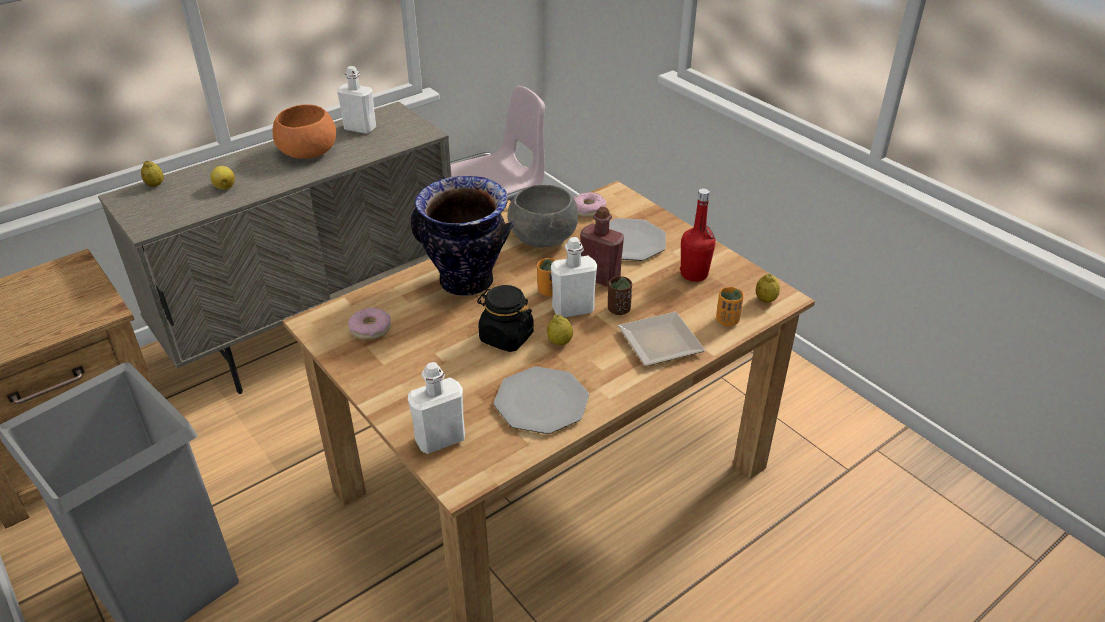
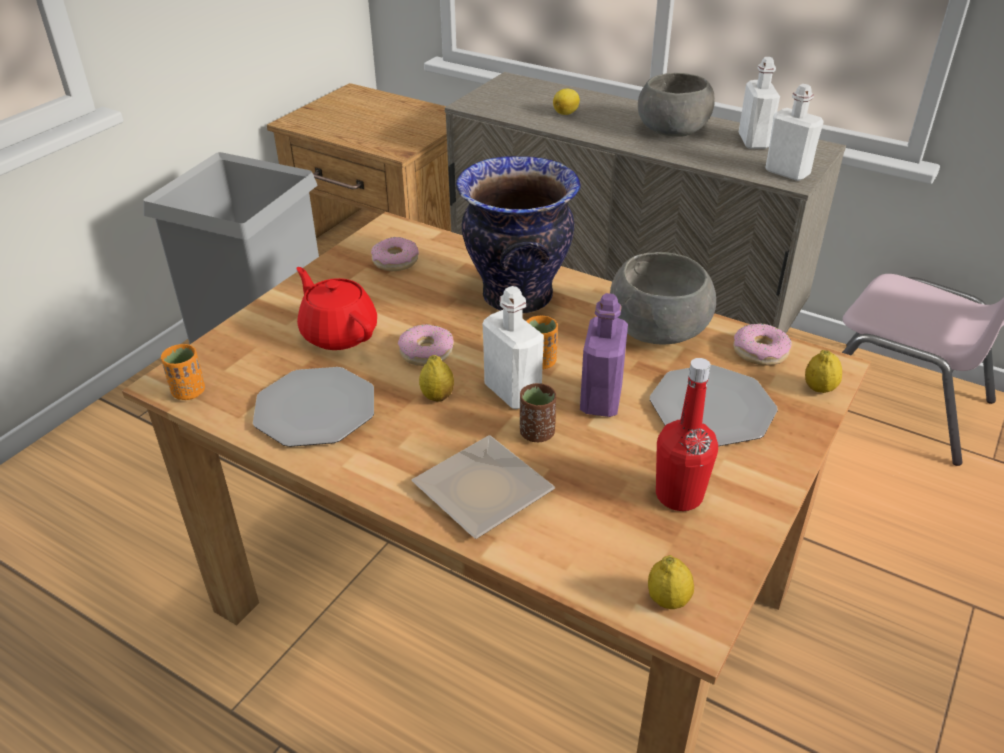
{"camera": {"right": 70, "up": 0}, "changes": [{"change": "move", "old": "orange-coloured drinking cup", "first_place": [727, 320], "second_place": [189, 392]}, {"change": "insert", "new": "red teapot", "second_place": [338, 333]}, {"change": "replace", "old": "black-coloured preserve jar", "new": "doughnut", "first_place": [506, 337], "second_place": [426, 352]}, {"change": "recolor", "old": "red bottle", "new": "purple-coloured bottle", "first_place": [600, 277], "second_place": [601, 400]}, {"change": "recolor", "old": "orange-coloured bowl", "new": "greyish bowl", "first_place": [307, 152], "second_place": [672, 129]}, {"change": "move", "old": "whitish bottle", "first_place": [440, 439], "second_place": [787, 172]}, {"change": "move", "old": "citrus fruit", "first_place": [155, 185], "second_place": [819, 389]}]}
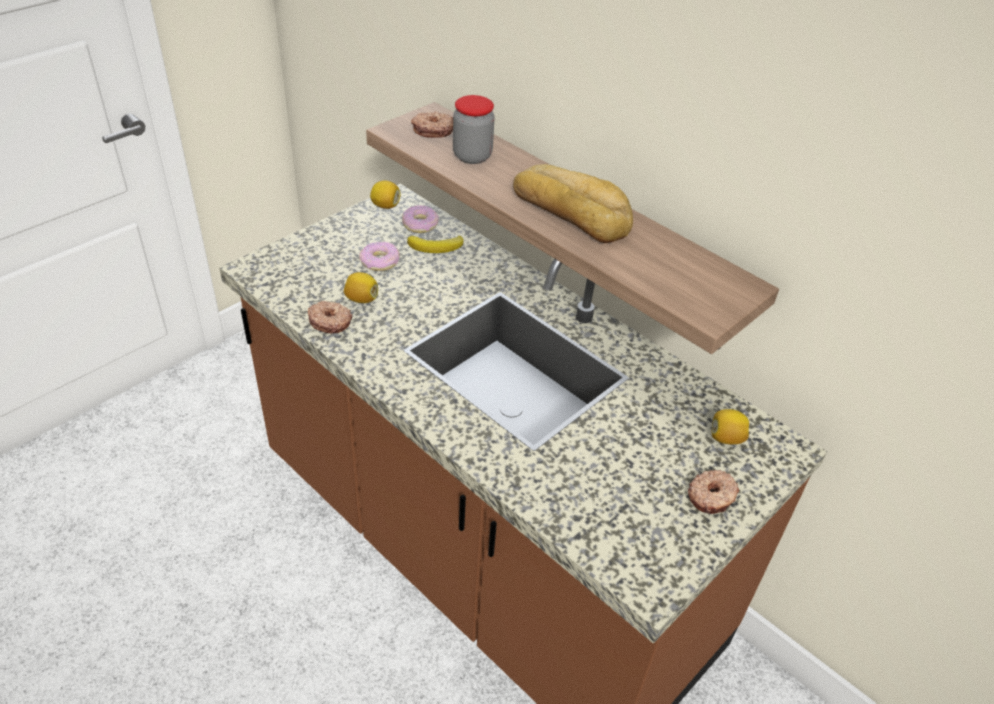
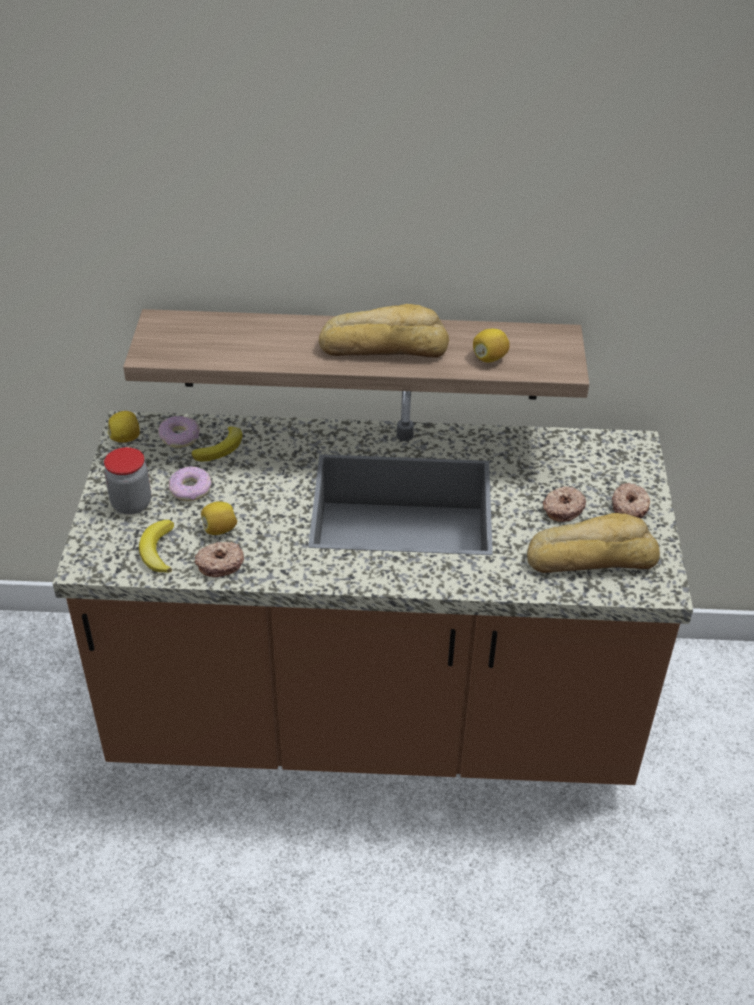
{"camera": {"right": -40, "up": 0}, "changes": [{"change": "move", "old": "preserve jar", "first_place": [472, 156], "second_place": [131, 504]}, {"change": "insert", "new": "whole banana", "second_place": [157, 550]}, {"change": "move", "old": "citrus fruit", "first_place": [726, 438], "second_place": [489, 358]}, {"change": "insert", "new": "bread", "second_place": [590, 556]}, {"change": "move", "old": "doughnut", "first_place": [433, 130], "second_place": [562, 509]}]}
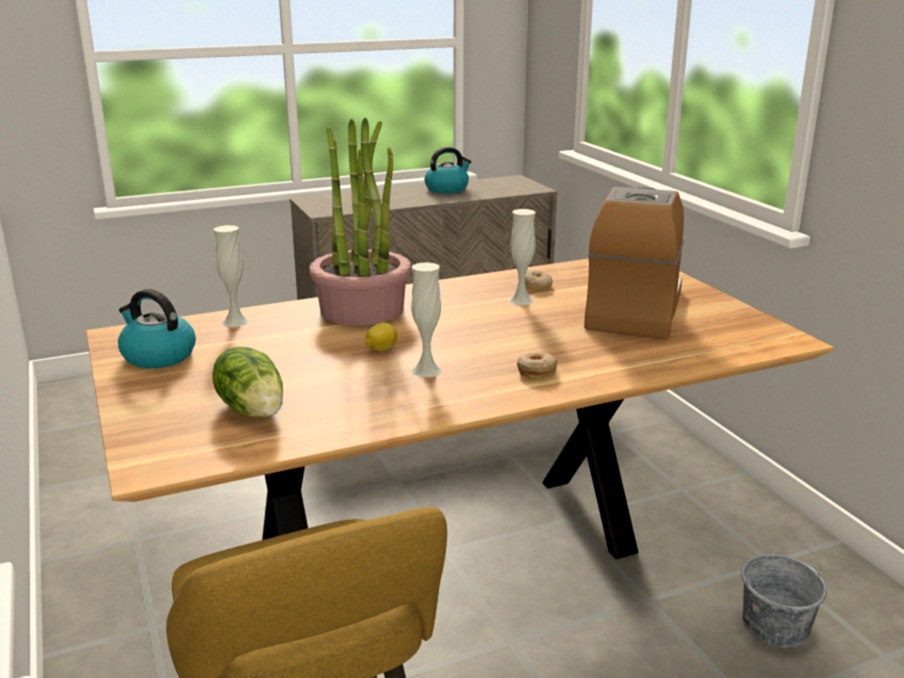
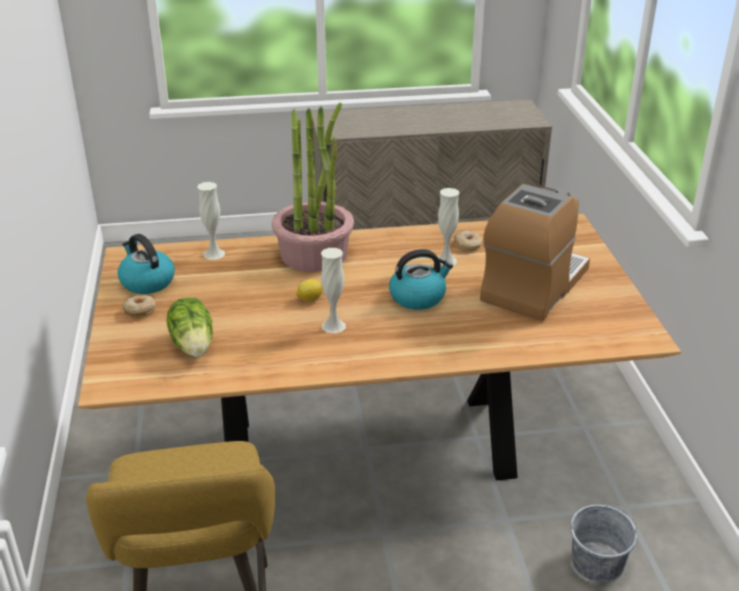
{"camera": {"right": 15, "up": 10}, "changes": [{"change": "move", "old": "doughnut", "first_place": [536, 371], "second_place": [140, 311]}, {"change": "move", "old": "water kettle", "first_place": [447, 189], "second_place": [418, 297]}]}
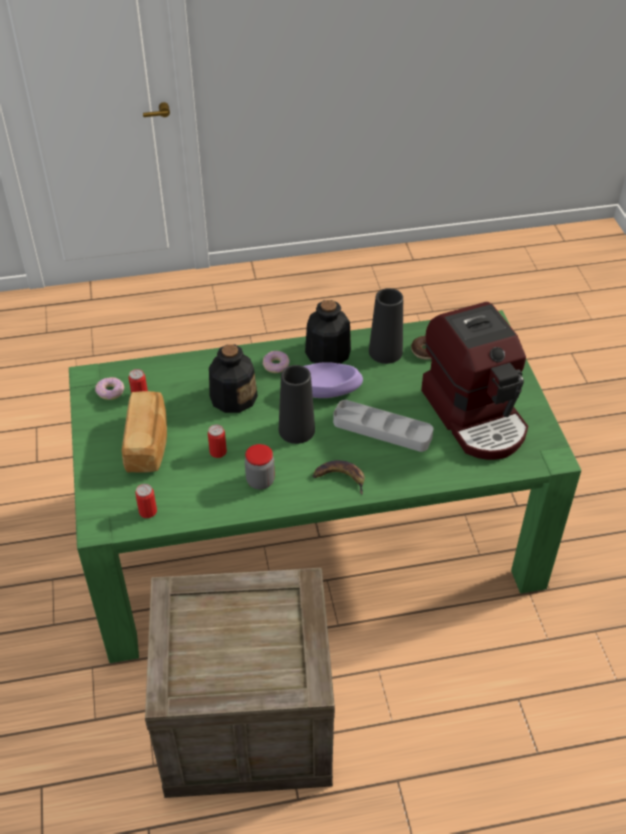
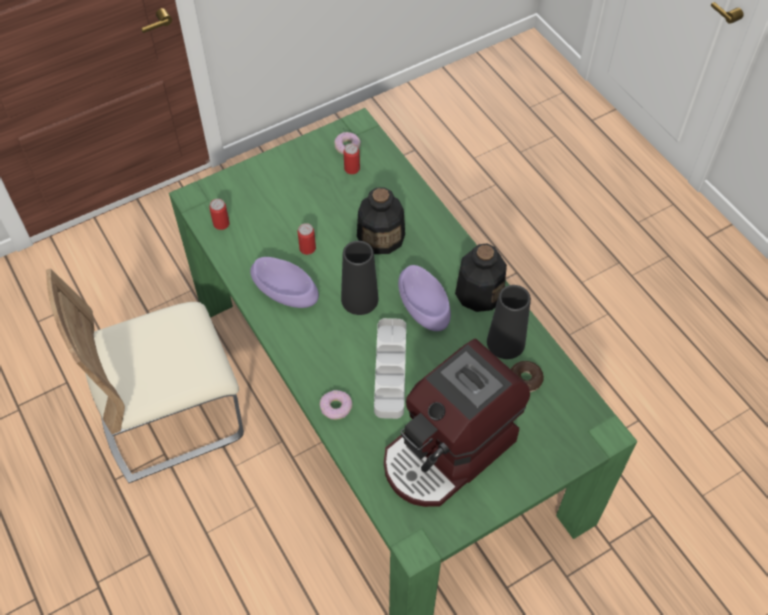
{"camera": {"right": 70, "up": 10}, "changes": [{"change": "replace", "old": "shipping crate", "new": "sand-coloured chair", "first_place": [244, 723], "second_place": [171, 416]}, {"change": "replace", "old": "preserve jar", "new": "purple-coloured bowl", "first_place": [260, 481], "second_place": [285, 291]}, {"change": "move", "old": "doughnut", "first_place": [276, 365], "second_place": [336, 407]}, {"change": "delete", "old": "bread", "first_place": [148, 444]}, {"change": "delete", "old": "whole banana", "first_place": [341, 478]}]}
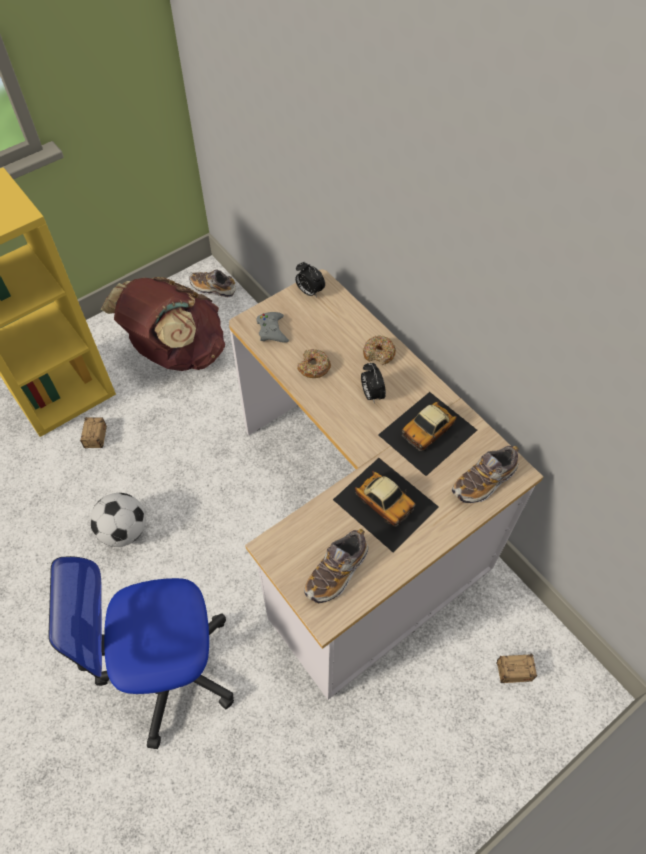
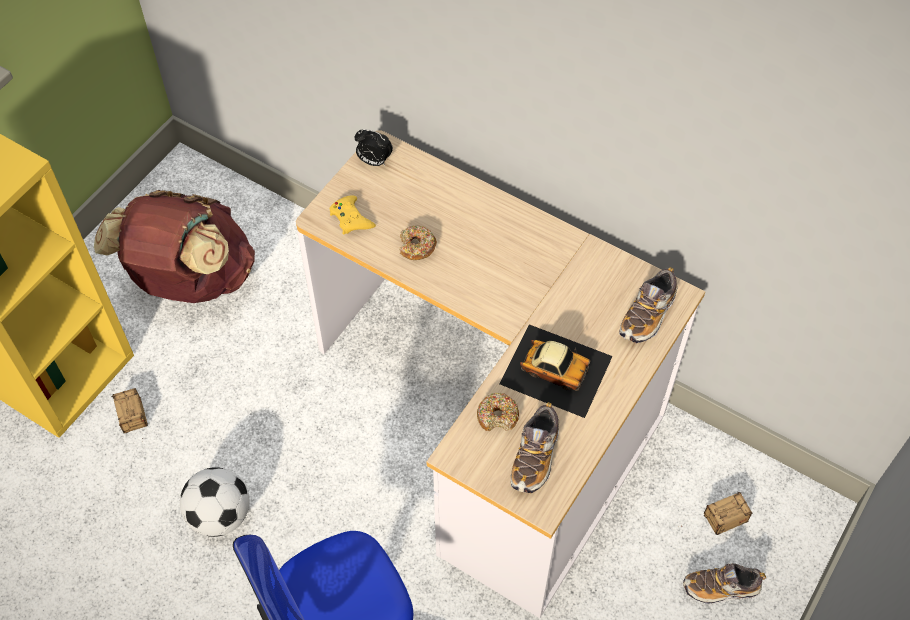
{"camera": {"right": -20, "up": 0}, "changes": [{"change": "recolor", "old": "greyish gamepad", "new": "yellowish gamepad", "first_place": [272, 330], "second_place": [351, 218]}, {"change": "move", "old": "doughnut", "first_place": [379, 354], "second_place": [497, 416]}, {"change": "move", "old": "item of footwear", "first_place": [213, 288], "second_place": [721, 588]}, {"change": "delete", "old": "bedside clock", "first_place": [371, 394]}, {"change": "delete", "old": "toy car", "first_place": [428, 432]}]}
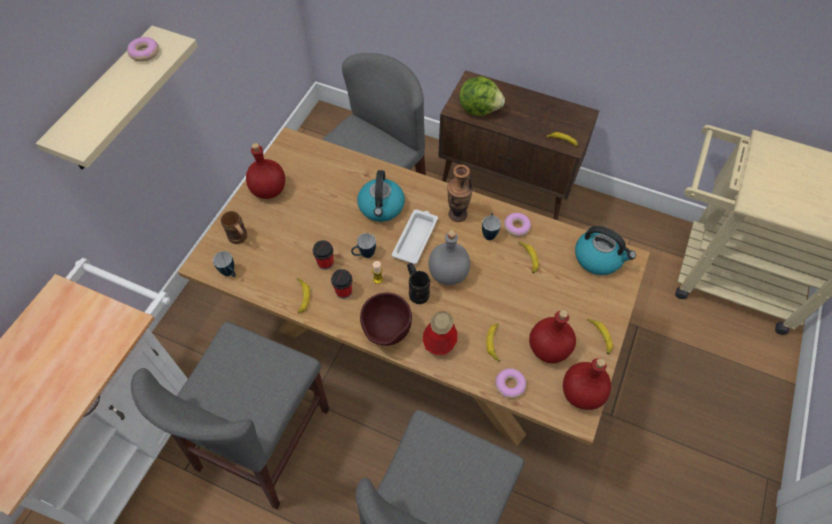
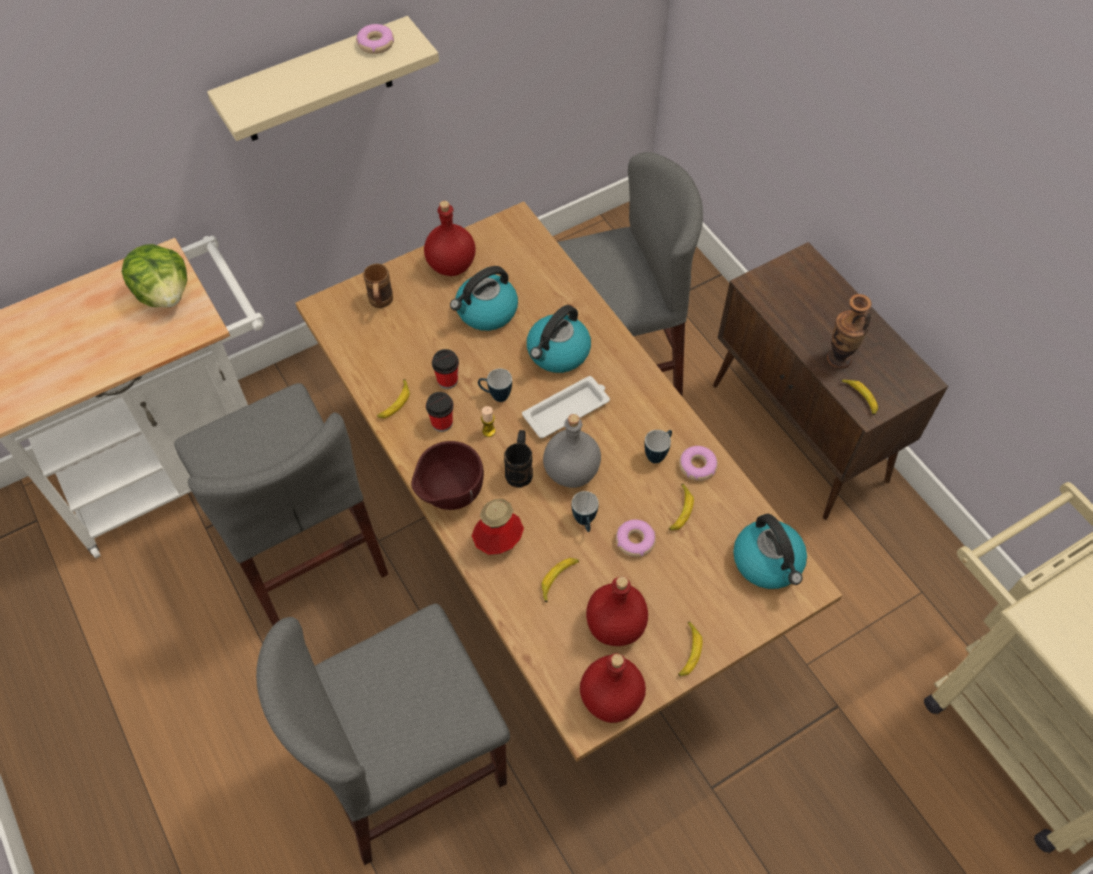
{"camera": {"right": 35, "up": 0}, "changes": [{"change": "move", "old": "lettuce head", "first_place": [479, 108], "second_place": [165, 294]}, {"change": "rotate", "old": "greyish chair", "first_place": [264, 438], "second_place": [303, 548], "degrees": -90}, {"change": "insert", "new": "water kettle", "second_place": [486, 312]}, {"change": "move", "old": "tea mug", "first_place": [230, 274], "second_place": [585, 523]}, {"change": "move", "old": "doughnut", "first_place": [510, 385], "second_place": [635, 540]}, {"change": "move", "old": "flower vase", "first_place": [457, 214], "second_place": [839, 358]}]}
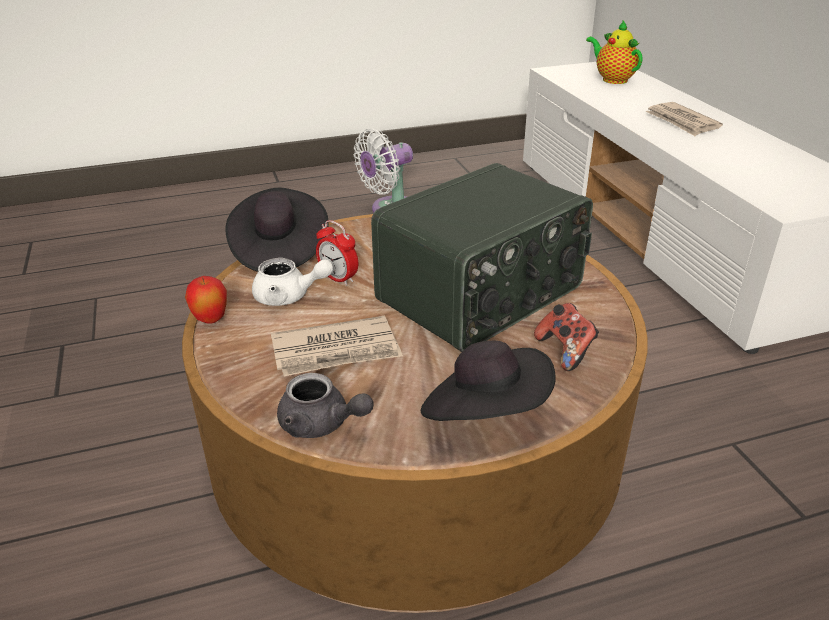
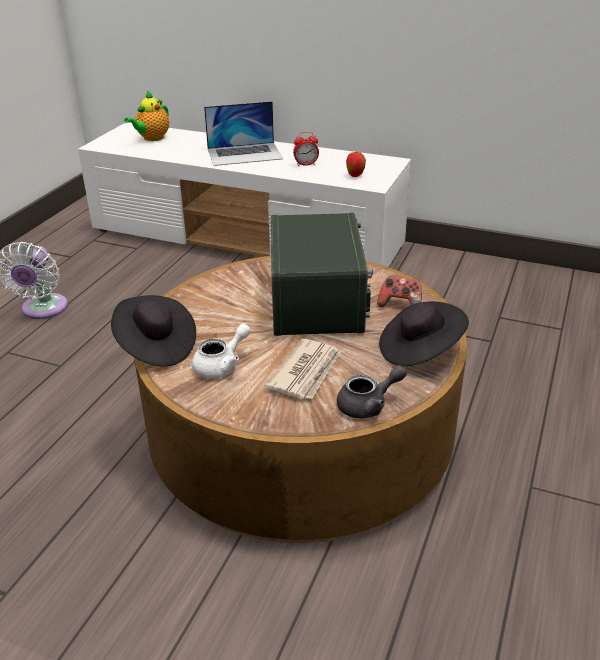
{"camera": {"right": -50, "up": 0}, "changes": [{"change": "rotate", "old": "teapot", "first_place": [612, 79], "second_place": [152, 138], "degrees": -60}, {"change": "replace", "old": "daily paper", "new": "laptop", "first_place": [682, 122], "second_place": [245, 154]}, {"change": "move", "old": "bedside clock", "first_place": [338, 278], "second_place": [306, 164]}, {"change": "move", "old": "apple", "first_place": [211, 320], "second_place": [355, 176]}]}
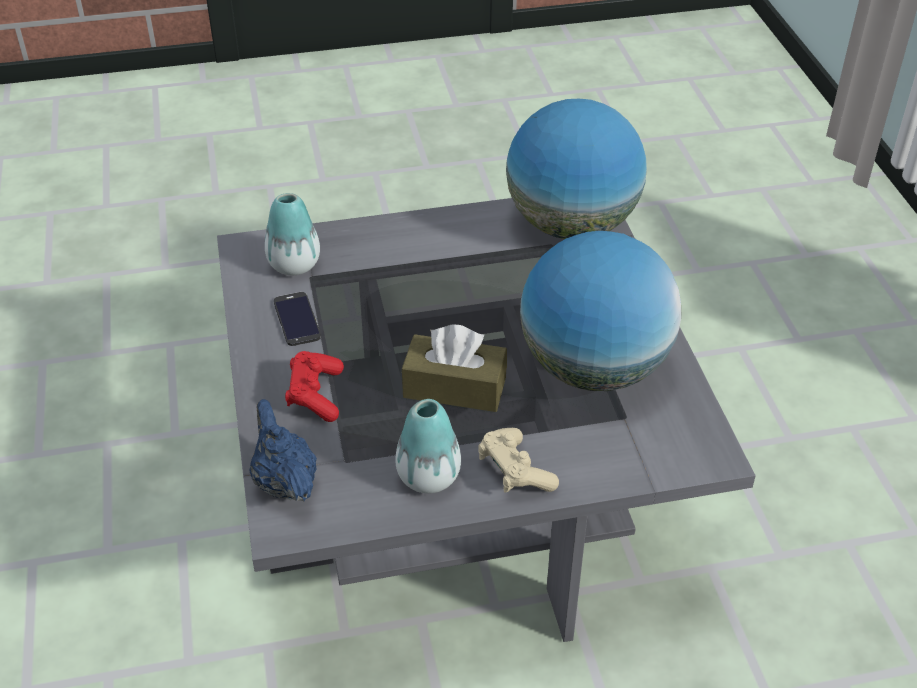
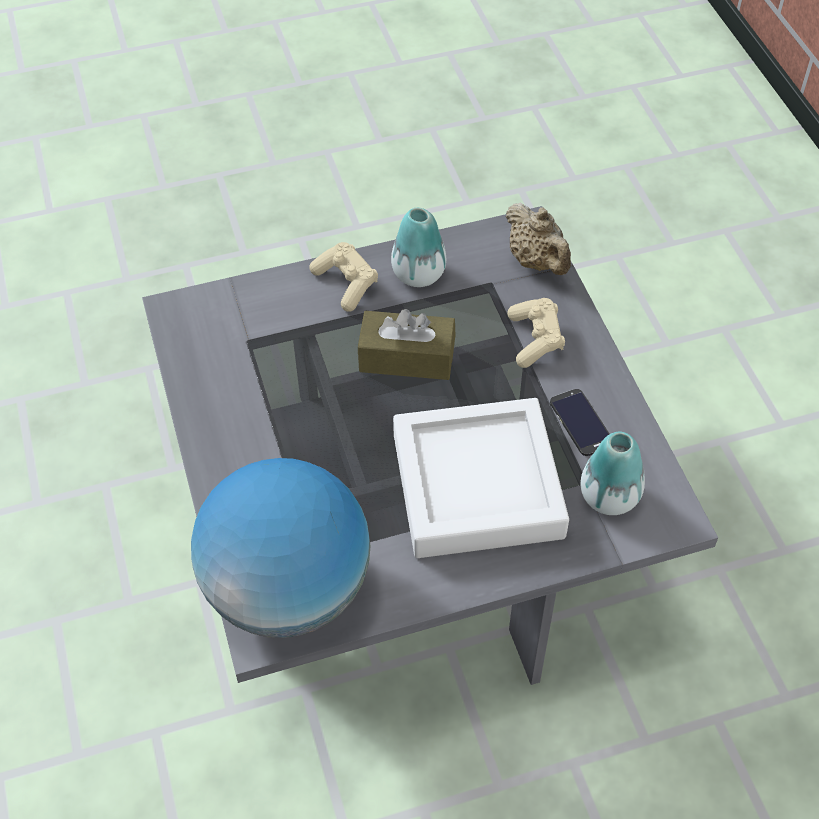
{"camera": {"right": 175, "up": 10}, "changes": [{"change": "insert", "new": "whitish carrying tray", "second_place": [477, 486]}, {"change": "recolor", "old": "blue-coloured teapot", "new": "sand-coloured teapot", "first_place": [284, 482], "second_place": [537, 261]}, {"change": "recolor", "old": "red gamepad", "new": "sand-coloured gamepad", "first_place": [315, 395], "second_place": [535, 340]}, {"change": "delete", "old": "globe", "first_place": [594, 368]}]}
